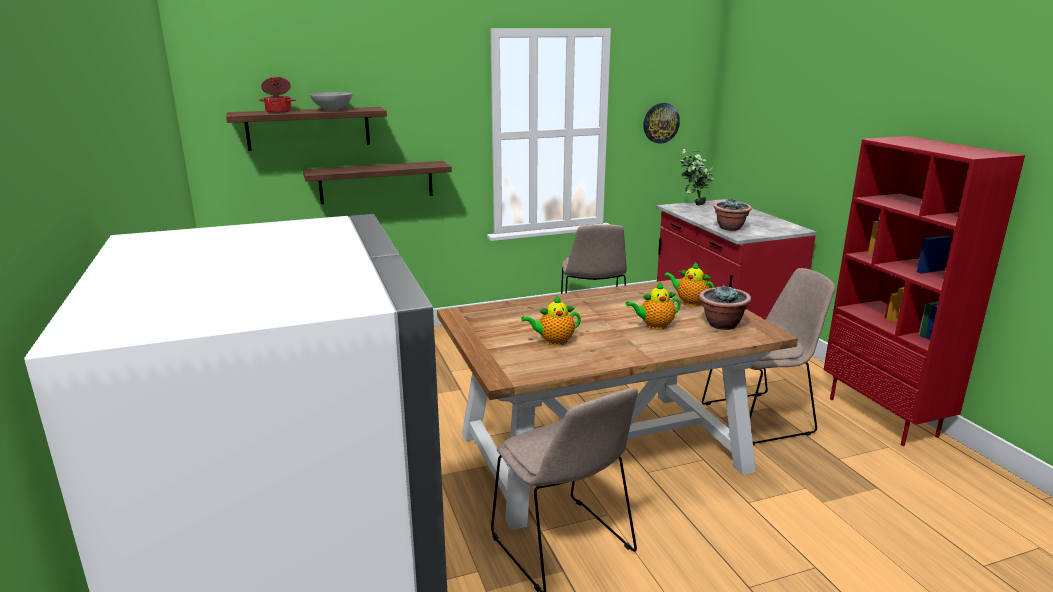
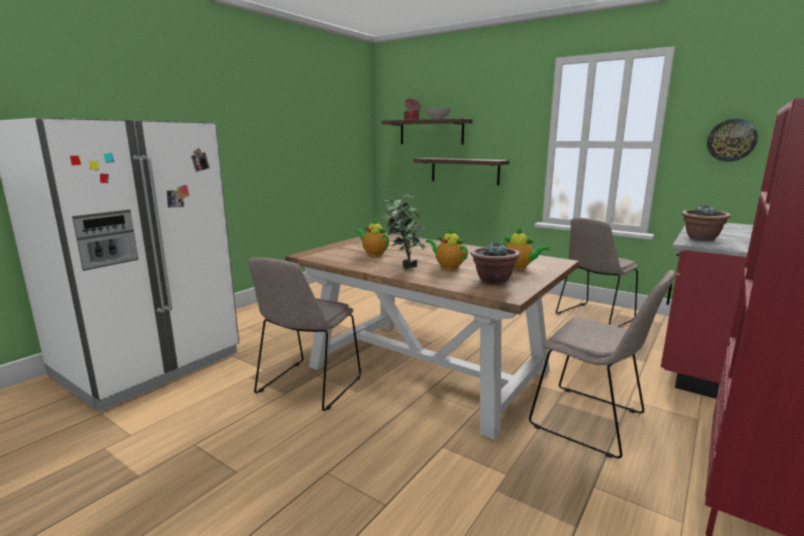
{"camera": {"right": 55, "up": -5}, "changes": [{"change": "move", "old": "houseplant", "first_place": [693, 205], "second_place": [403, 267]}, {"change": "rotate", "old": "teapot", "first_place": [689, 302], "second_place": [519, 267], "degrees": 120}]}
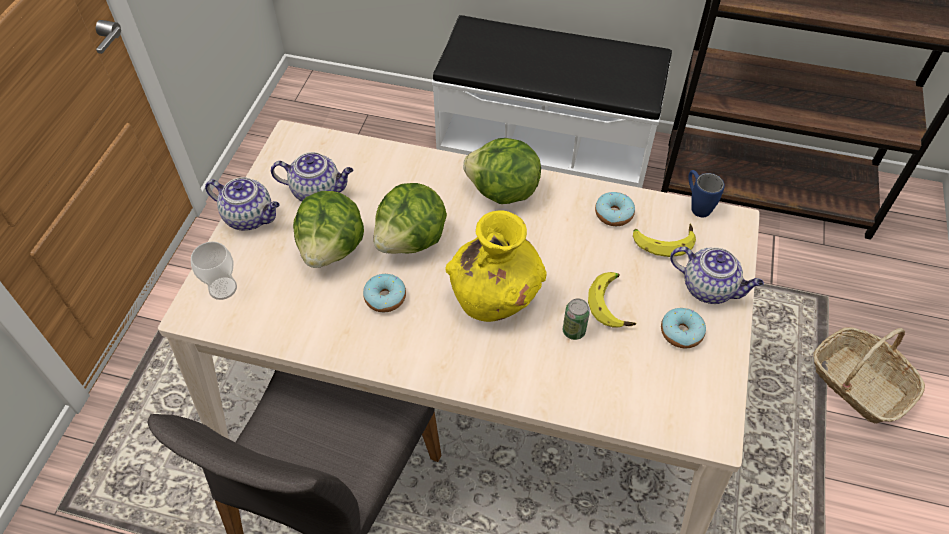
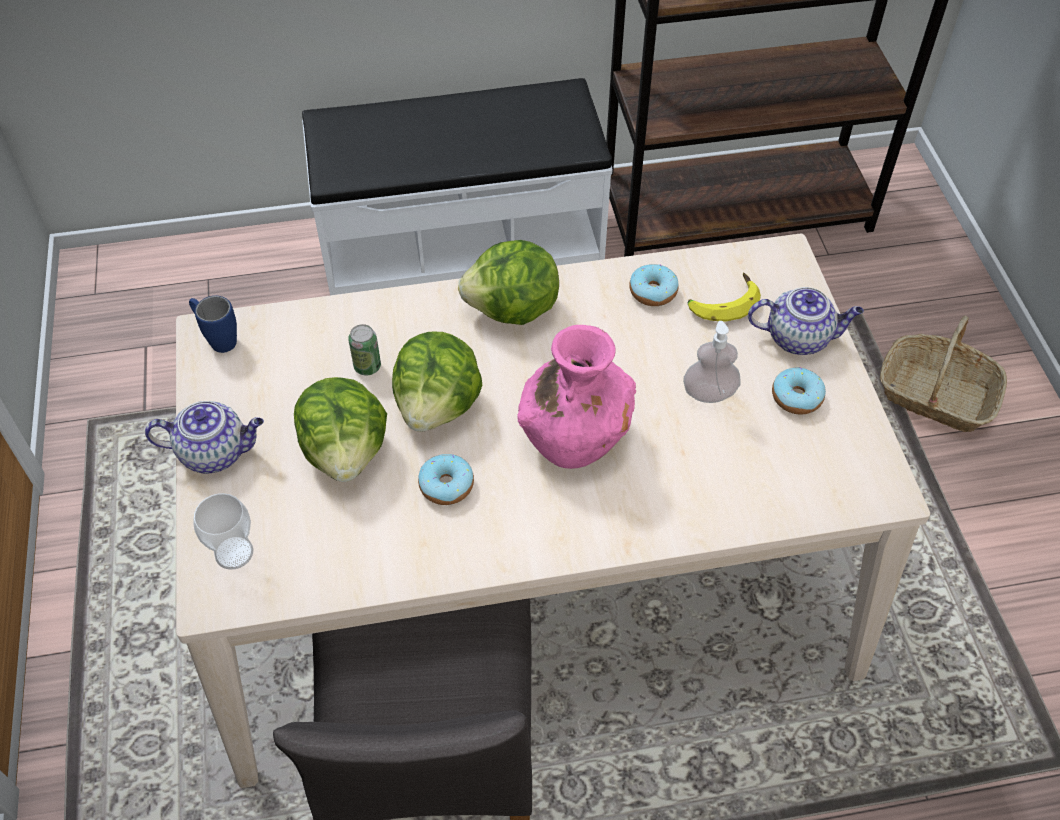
{"camera": {"right": -25, "up": 0}, "changes": [{"change": "move", "old": "blue-coloured tea mug", "first_place": [696, 205], "second_place": [217, 339]}, {"change": "move", "old": "sealed can", "first_place": [573, 331], "second_place": [367, 366]}, {"change": "recolor", "old": "yellowish flower vase", "new": "pink-coloured flower vase", "first_place": [496, 297], "second_place": [575, 435]}, {"change": "replace", "old": "whole banana", "new": "soap dispenser", "first_place": [613, 304], "second_place": [709, 393]}, {"change": "delete", "old": "teapot", "first_place": [318, 191]}]}
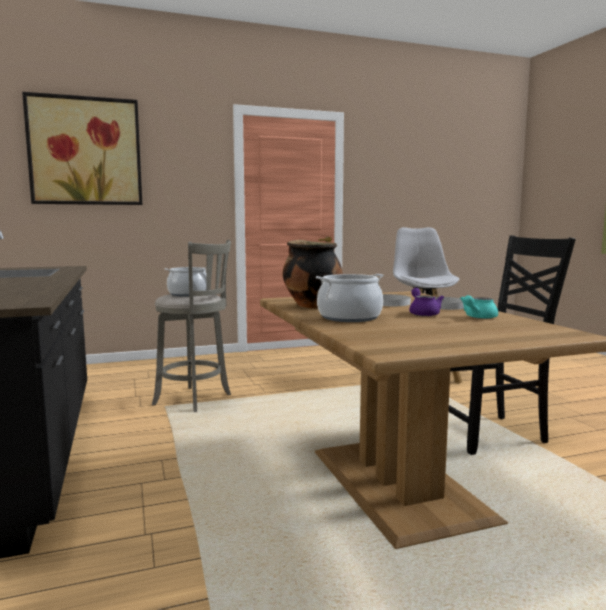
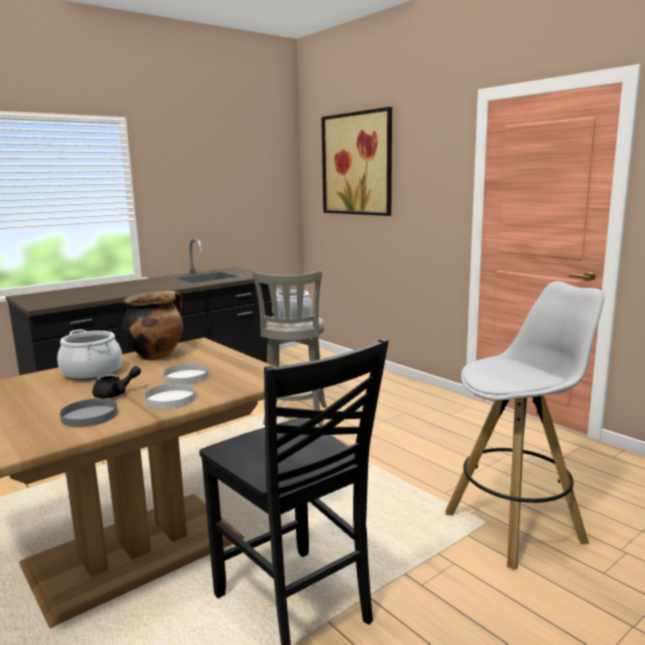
{"camera": {"right": 70, "up": 5}, "changes": [{"change": "replace", "old": "turquoise-coloured teapot", "new": "greyish flat dish", "first_place": [477, 317], "second_place": [89, 416]}, {"change": "recolor", "old": "purple-coloured teapot", "new": "black-coloured teapot", "first_place": [423, 313], "second_place": [115, 394]}]}
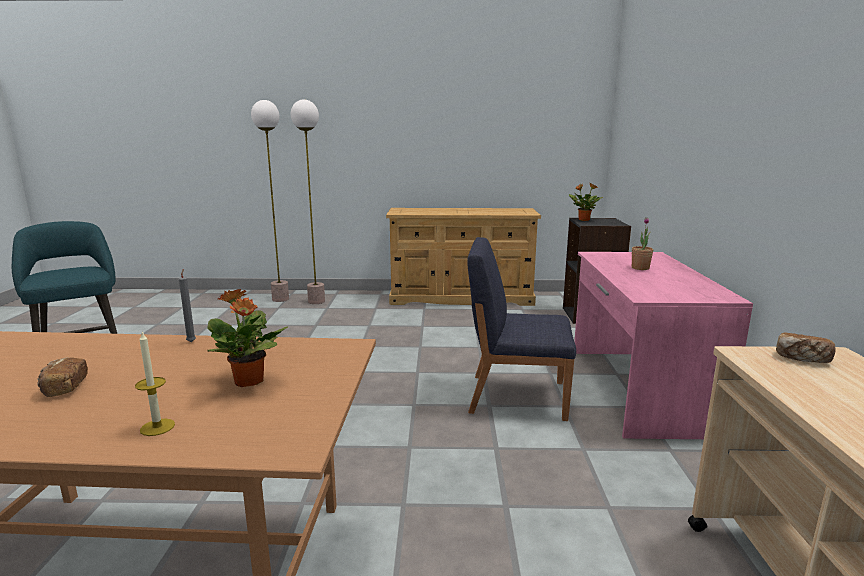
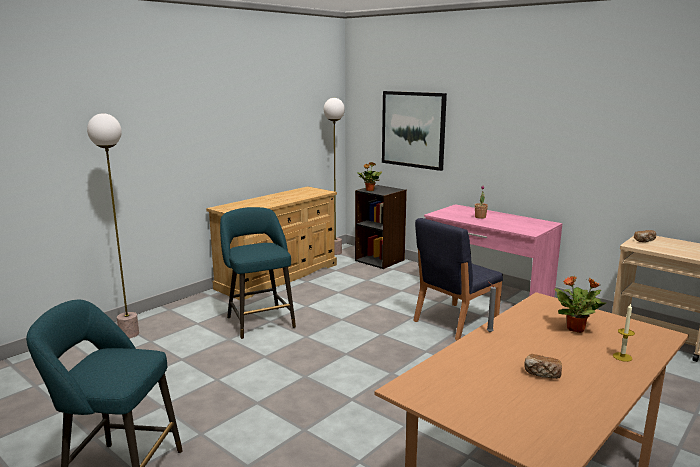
{"camera": {"right": -50, "up": 0}, "changes": [{"change": "insert", "new": "turquoise-coloured stool", "second_place": [259, 321]}, {"change": "move", "old": "floor lamp", "first_place": [316, 301], "second_place": [335, 252]}, {"change": "insert", "new": "wall picture", "second_place": [413, 129]}]}
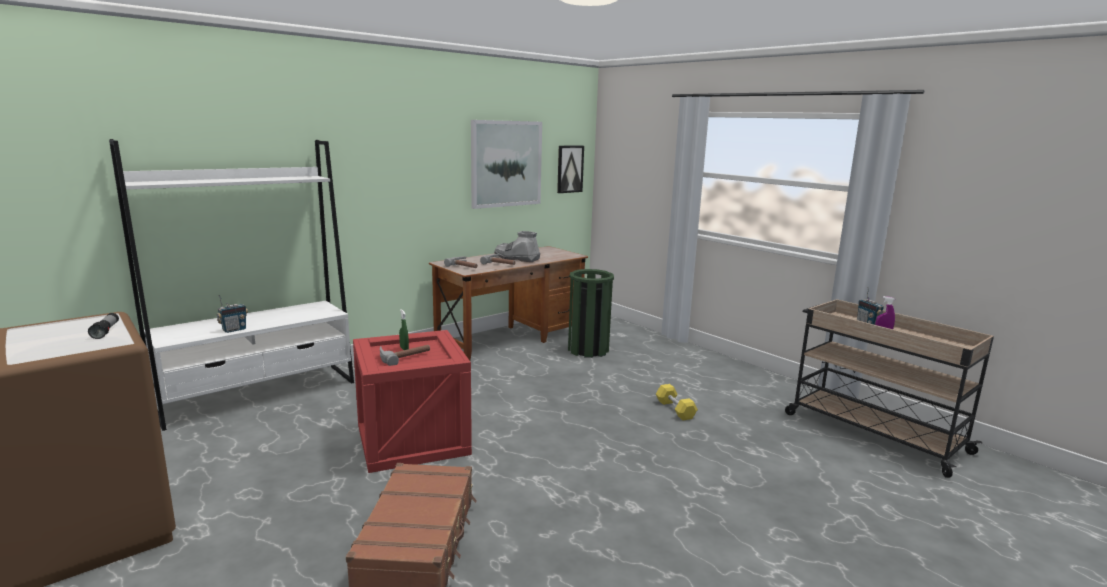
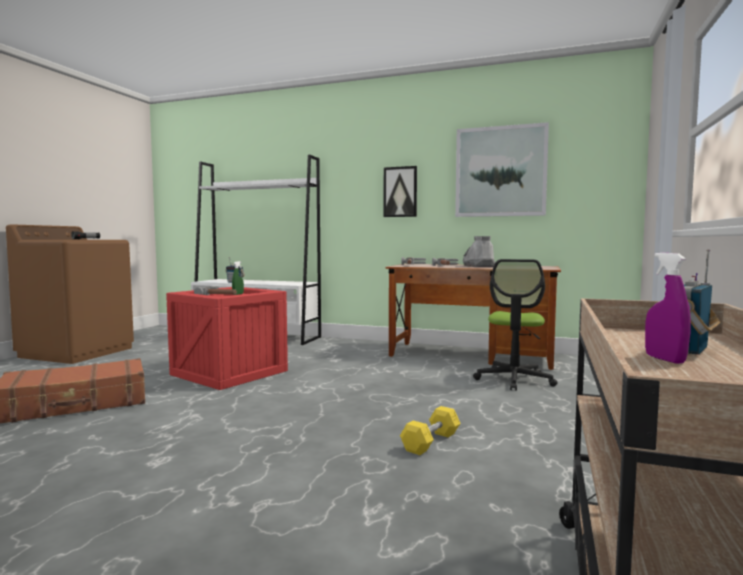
{"camera": {"right": 60, "up": -10}, "changes": [{"change": "move", "old": "wall picture", "first_place": [569, 169], "second_place": [400, 192]}, {"change": "replace", "old": "green trash can", "new": "computer chair", "first_place": [588, 350], "second_place": [514, 380]}]}
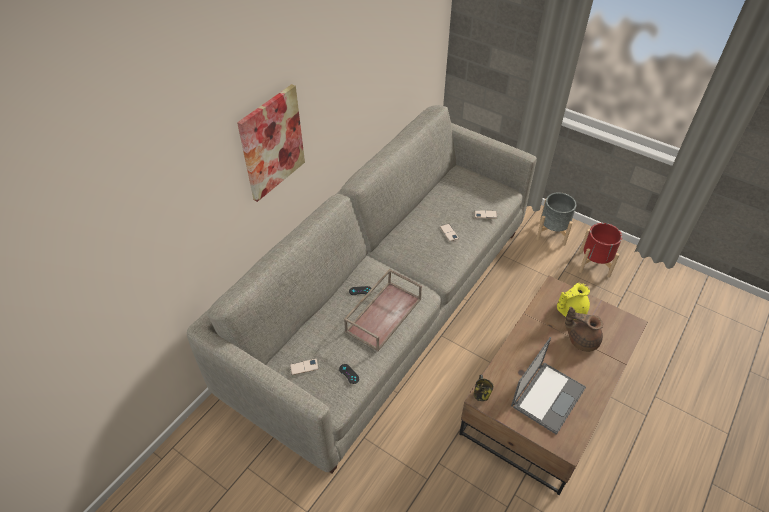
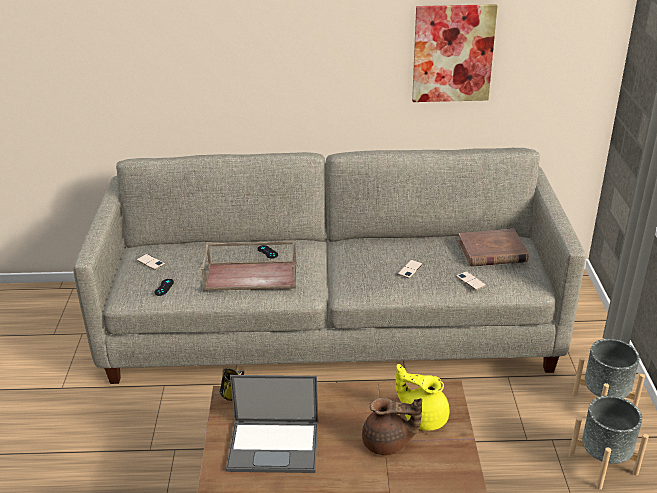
{"camera": {"right": 55, "up": -15}, "changes": [{"change": "rotate", "old": "brownish teapot", "first_place": [581, 340], "second_place": [387, 443], "degrees": 105}, {"change": "move", "old": "wall picture", "first_place": [272, 143], "second_place": [453, 53]}, {"change": "insert", "new": "brownish book", "second_place": [492, 251]}, {"change": "recolor", "old": "red flower pot", "new": "greyish flower pot", "first_place": [594, 264], "second_place": [602, 464]}]}
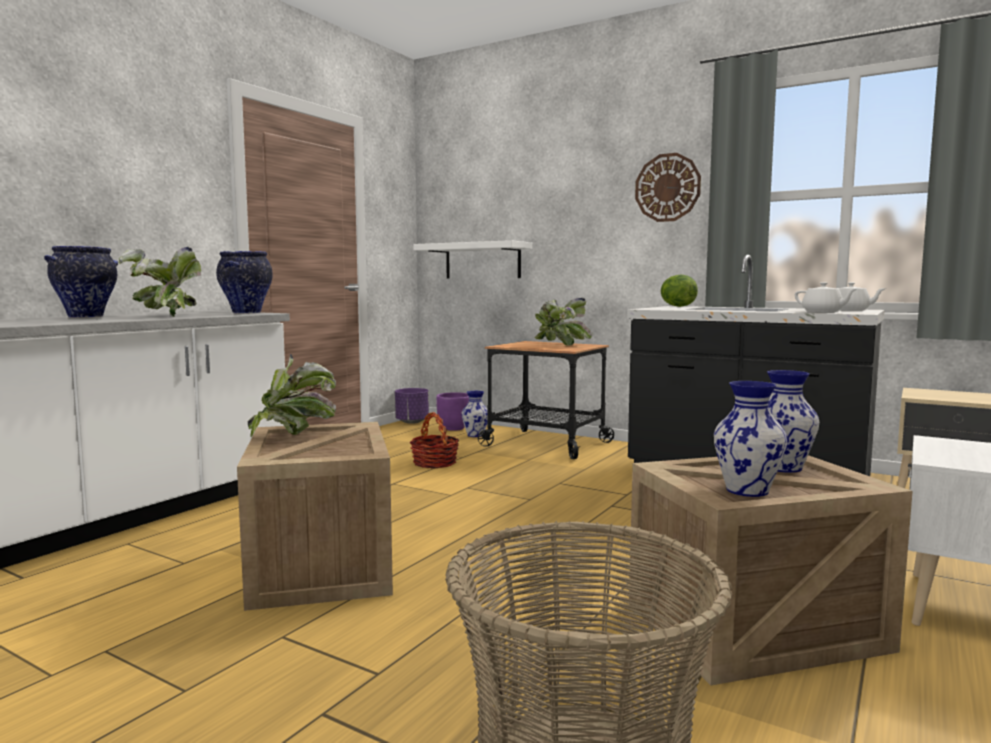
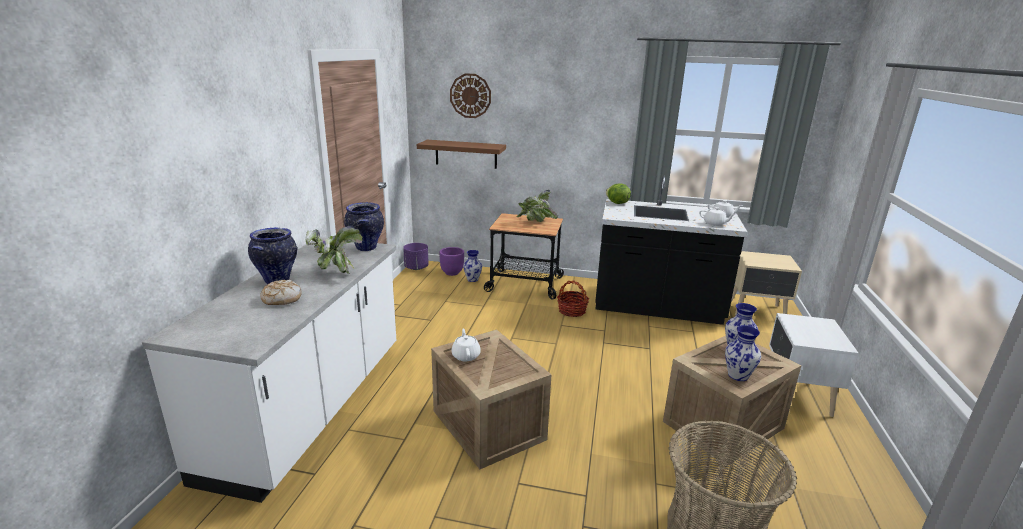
{"camera": {"right": -20, "up": 15}, "changes": [{"change": "insert", "new": "bread", "second_place": [281, 299]}, {"change": "recolor", "old": "whitish bracket shelf", "new": "brownish bracket shelf", "first_place": [482, 261], "second_place": [466, 154]}, {"change": "move", "old": "hanging clock", "first_place": [667, 187], "second_place": [470, 96]}, {"change": "replace", "old": "houseplant", "new": "whitish teapot", "first_place": [295, 437], "second_place": [466, 355]}, {"change": "move", "old": "basket", "first_place": [434, 463], "second_place": [571, 311]}]}
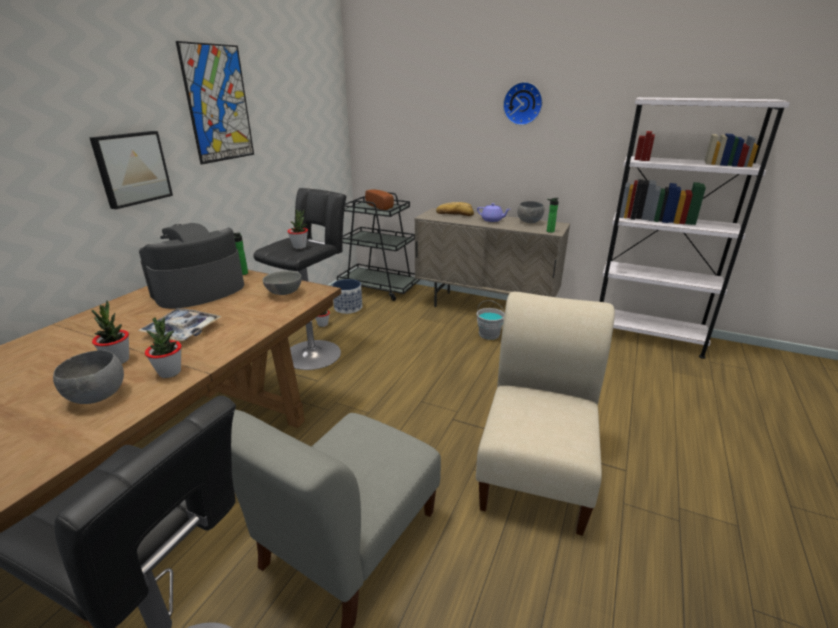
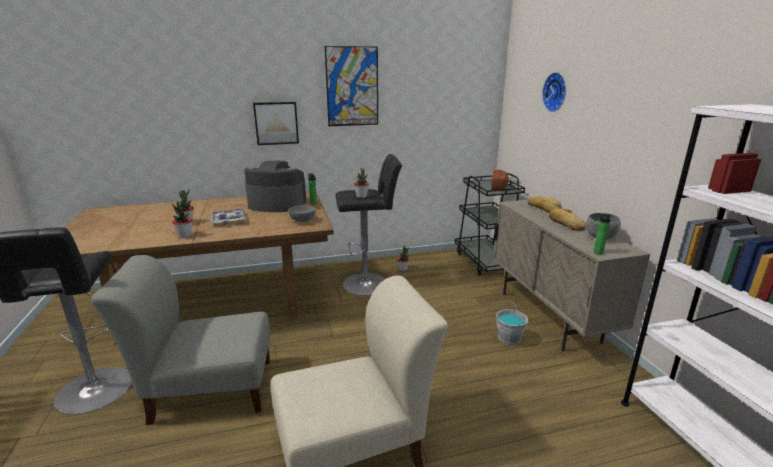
{"camera": {"right": 50, "up": -5}, "changes": [{"change": "move", "old": "hanging clock", "first_place": [523, 103], "second_place": [556, 92]}, {"change": "replace", "old": "purple-coloured teapot", "new": "bread", "first_place": [492, 220], "second_place": [565, 224]}, {"change": "delete", "old": "greyish bowl", "first_place": [97, 397]}, {"change": "delete", "old": "flower pot", "first_place": [348, 307]}]}
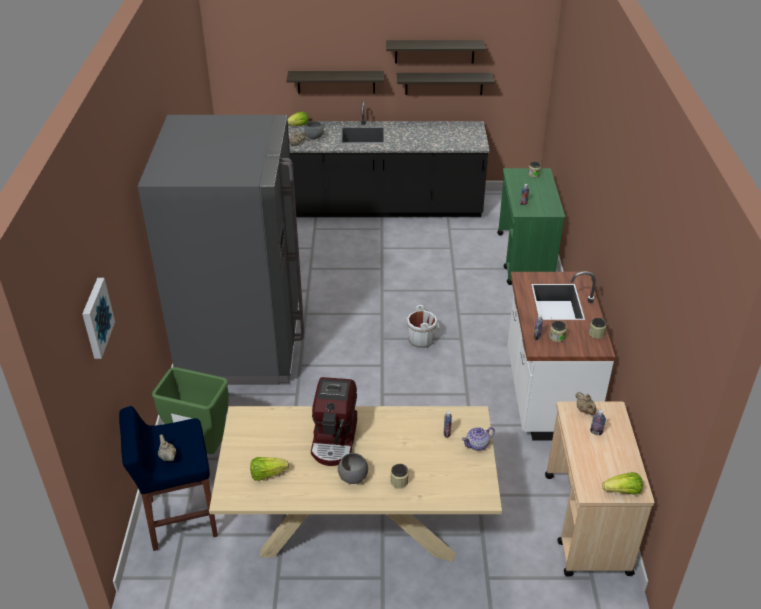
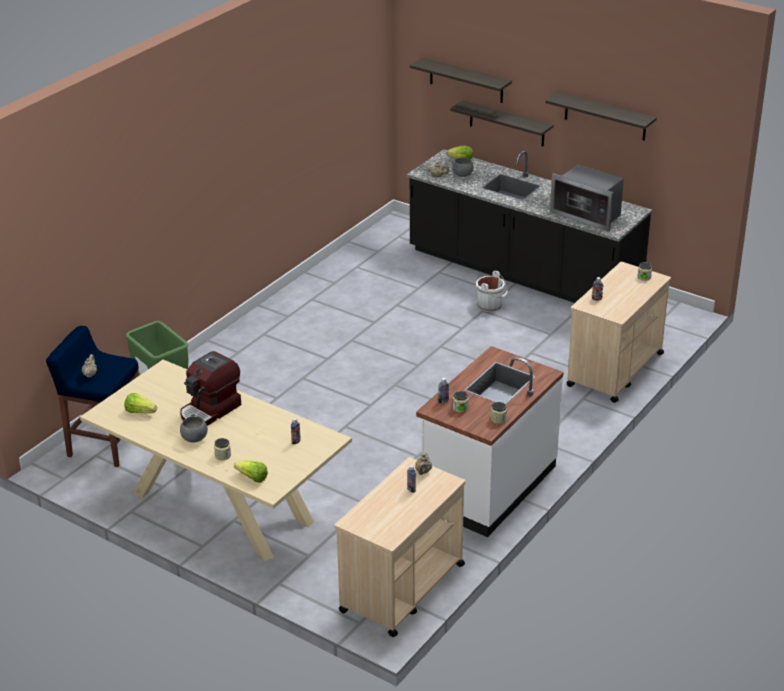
{"camera": {"right": 35, "up": -5}, "changes": [{"change": "move", "old": "lettuce head", "first_place": [623, 491], "second_place": [252, 478]}, {"change": "move", "old": "bracket shelf", "first_place": [444, 83], "second_place": [466, 81]}, {"change": "move", "old": "whitish bucket", "first_place": [422, 340], "second_place": [491, 306]}, {"change": "insert", "new": "microwave", "second_place": [588, 215]}, {"change": "recolor", "old": "green cart", "new": "sand-coloured cart", "first_place": [525, 258], "second_place": [614, 370]}, {"change": "delete", "old": "wall picture", "first_place": [95, 318]}, {"change": "delete", "old": "greyish kitchen fridge", "first_place": [242, 342]}, {"change": "delete", "old": "teapot", "first_place": [477, 445]}]}
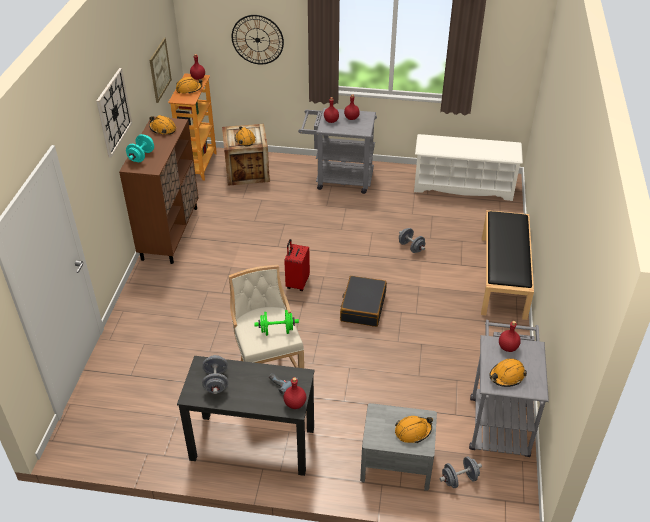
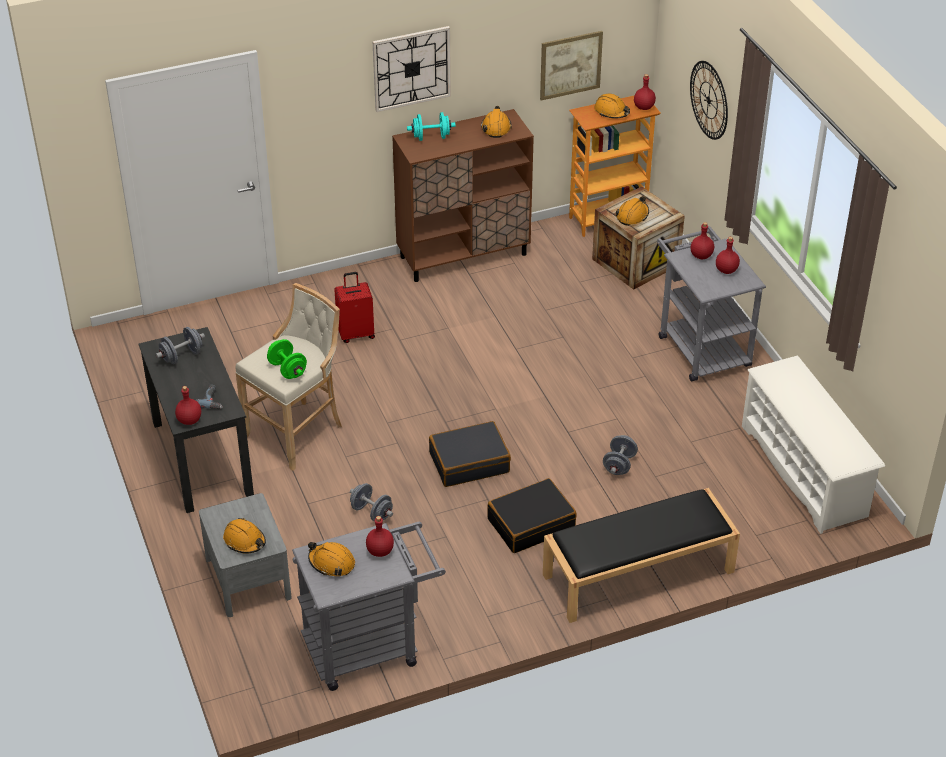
{"camera": {"right": 60, "up": 0}, "changes": [{"change": "move", "old": "red piece of luggage", "first_place": [297, 283], "second_place": [356, 334]}, {"change": "move", "old": "greyish dumbbell", "first_place": [459, 479], "second_place": [371, 512]}, {"change": "insert", "new": "black-coloured piece of luggage", "second_place": [531, 524]}]}
